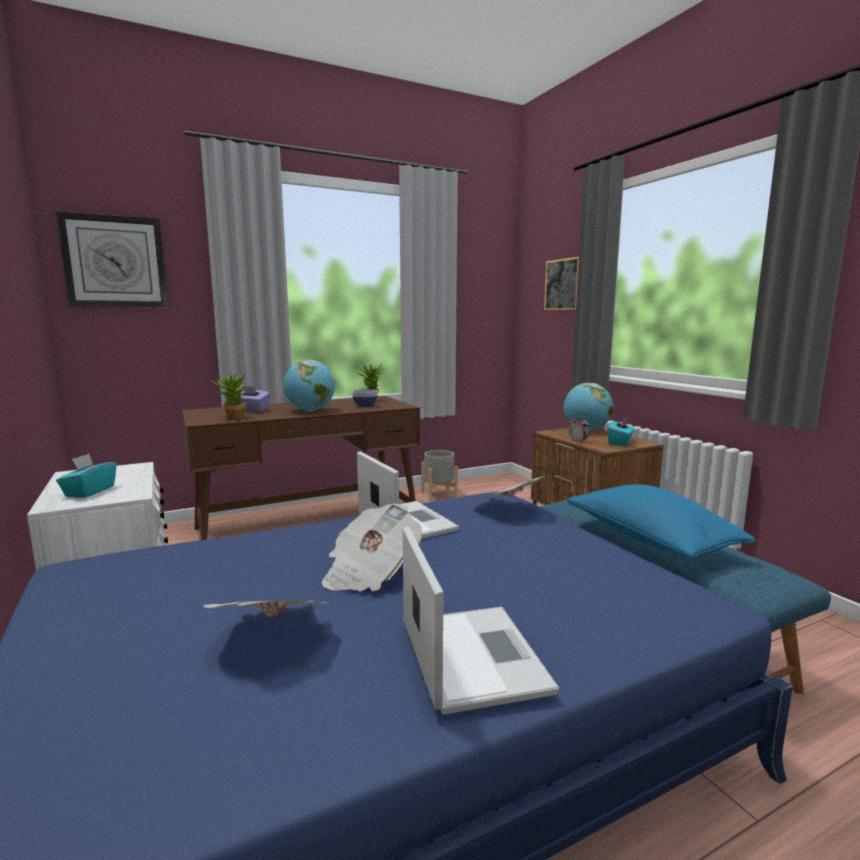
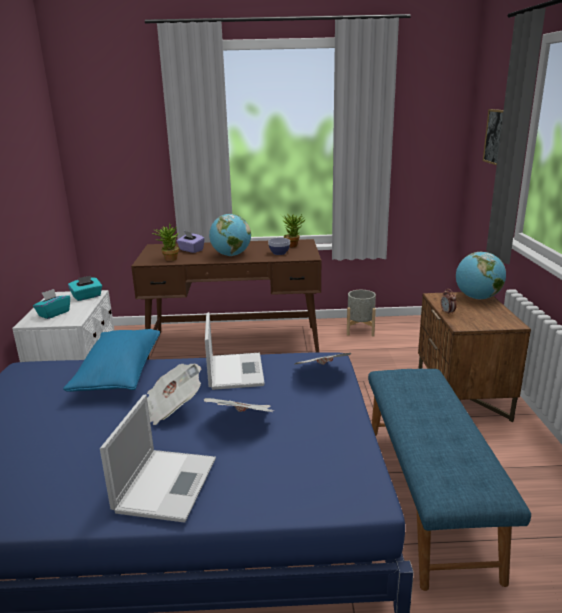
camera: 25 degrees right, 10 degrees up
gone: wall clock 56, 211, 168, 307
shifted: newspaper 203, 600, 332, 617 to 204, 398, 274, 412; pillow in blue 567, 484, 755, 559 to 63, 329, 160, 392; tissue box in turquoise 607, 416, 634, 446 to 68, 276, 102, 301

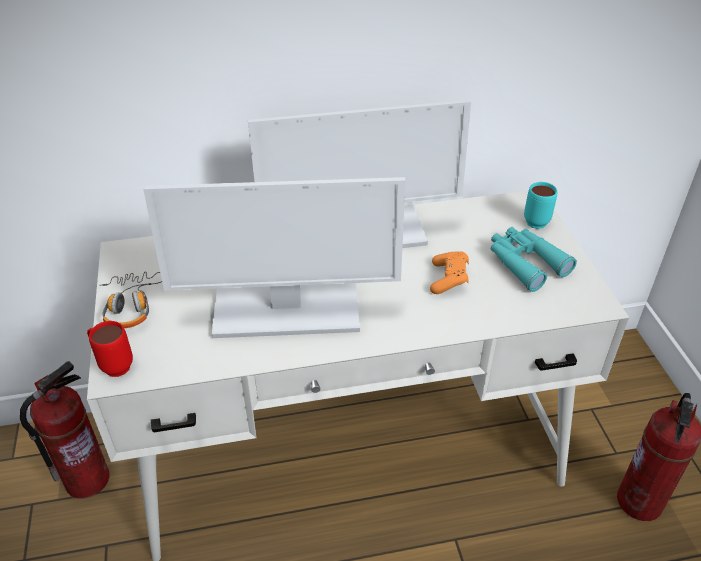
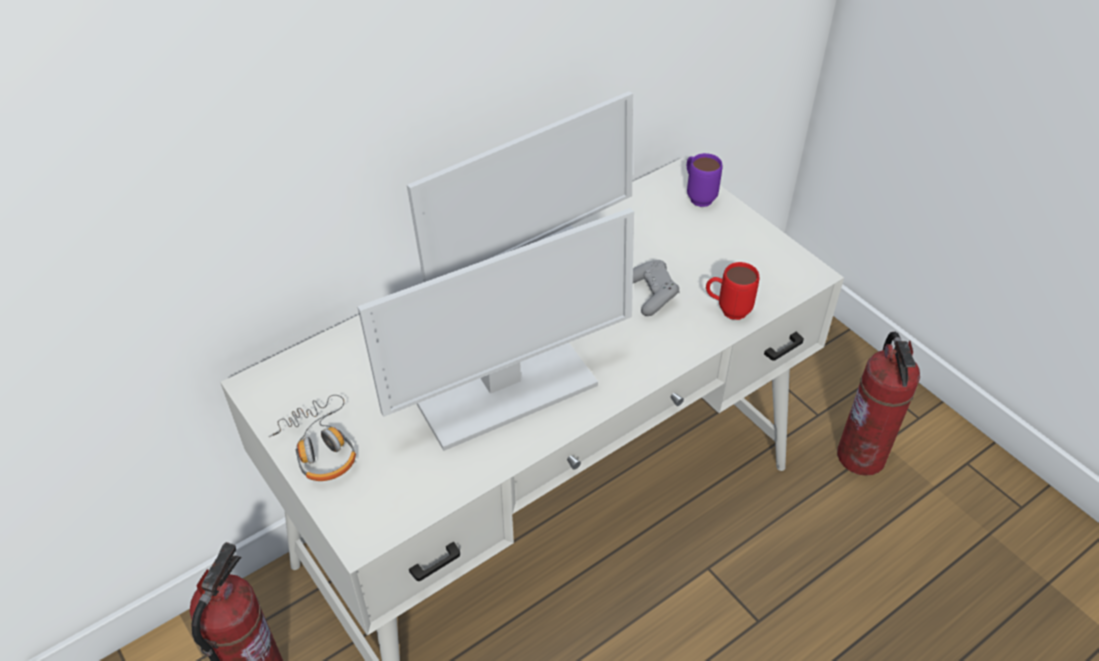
camera: 25 degrees left, 5 degrees up
gone: binoculars in turquoise 491, 227, 577, 292
shifted: mug in red 87, 321, 133, 377 to 706, 262, 759, 320
repainted: game controller in orange 430, 251, 469, 294 to game controller in grey 633, 260, 679, 316; mug in turquoise 524, 182, 557, 229 to mug in purple 687, 153, 722, 207

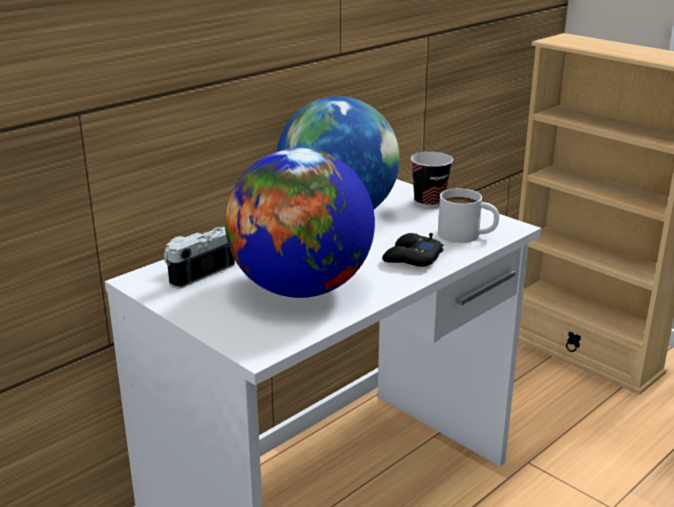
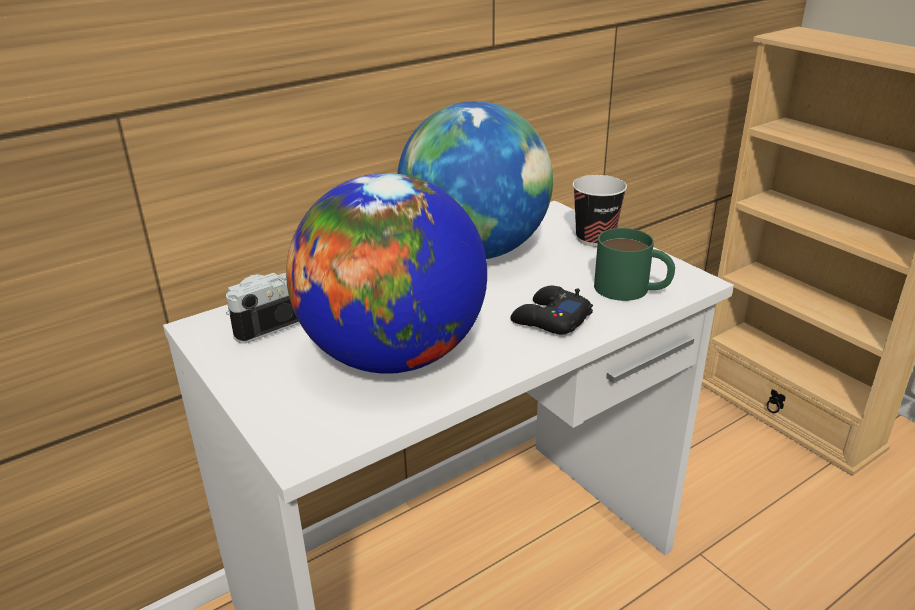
camera: 10 degrees right, 5 degrees up
repainted: mug in white 438, 189, 499, 243 to mug in green 594, 228, 675, 301

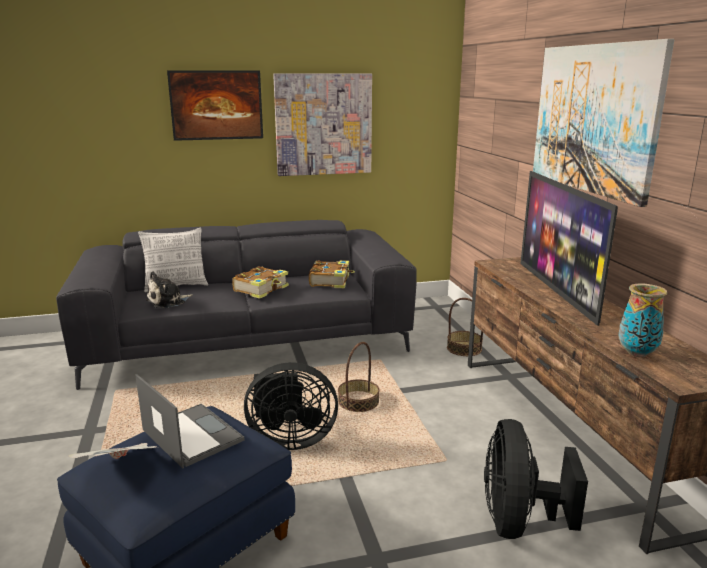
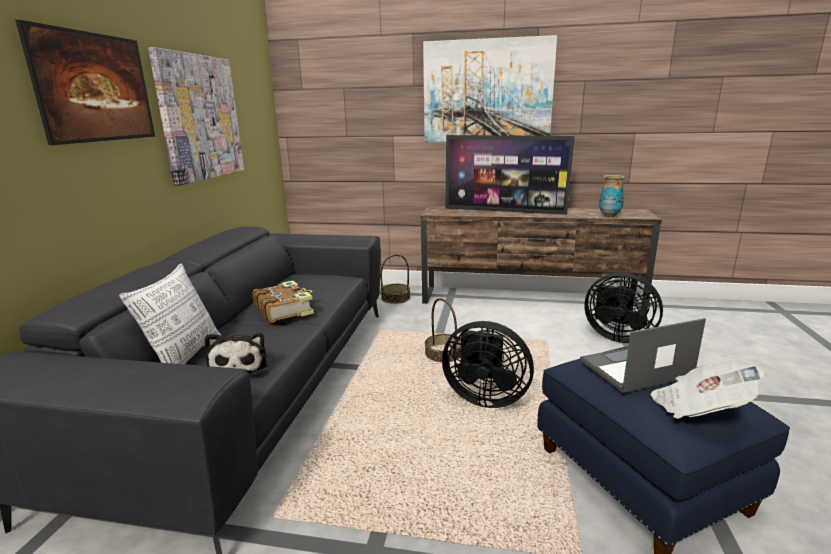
camera: 65 degrees left, 0 degrees up
gone: book 309, 261, 355, 288
rotated: fan in black 244, 362, 338, 450 = 442, 321, 534, 408 90 degrees clockwise

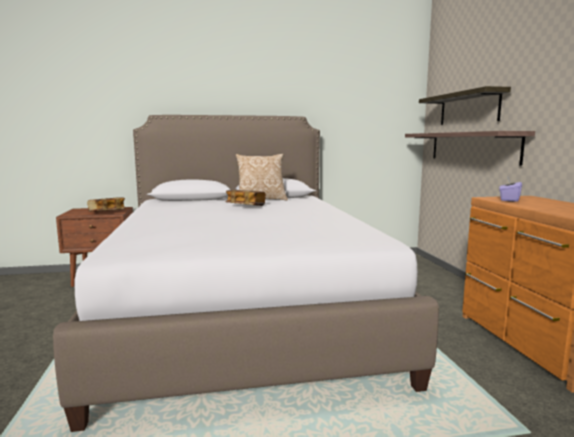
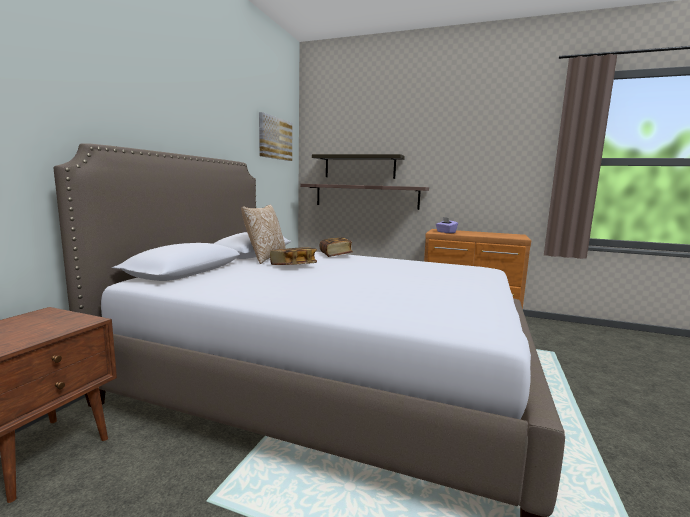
camera: 60 degrees left, 0 degrees up
new: picture 259, 112, 292, 161
shifted: book 87, 197, 126, 212 to 320, 237, 353, 257

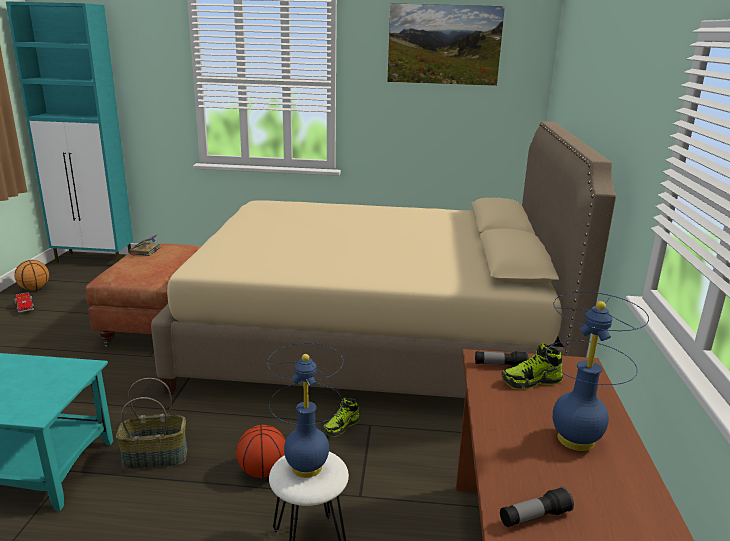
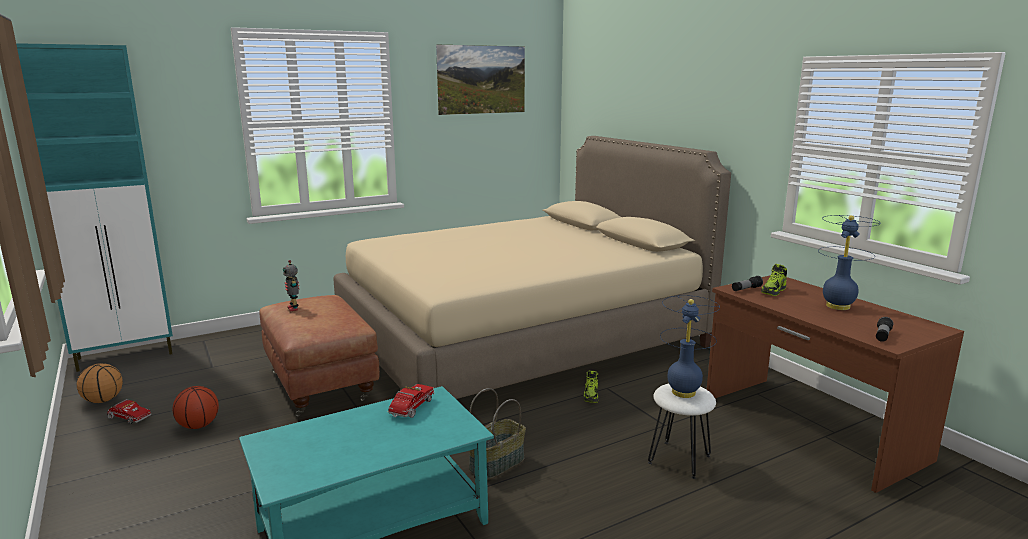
camera: 35 degrees left, 5 degrees down
new: toy truck 388, 384, 434, 418
shifted: basketball 236, 425, 286, 478 to 173, 386, 219, 429
swapped: book 129, 234, 161, 256 to toy robot 283, 260, 299, 311

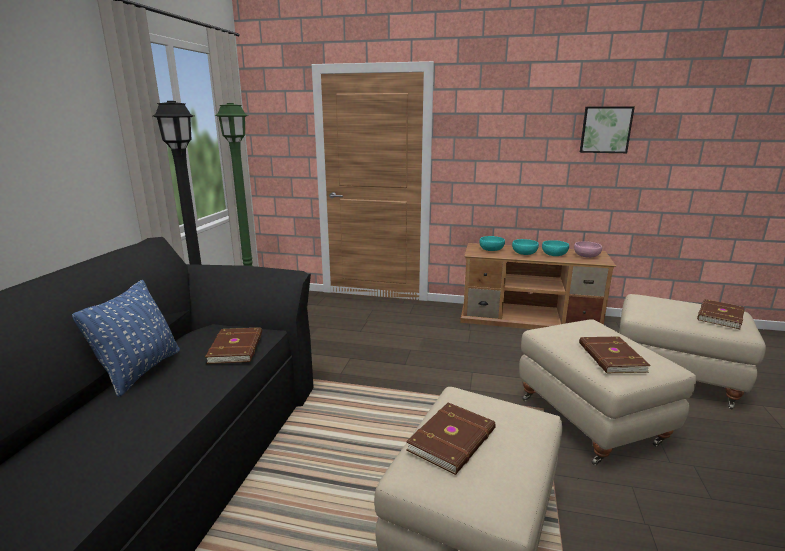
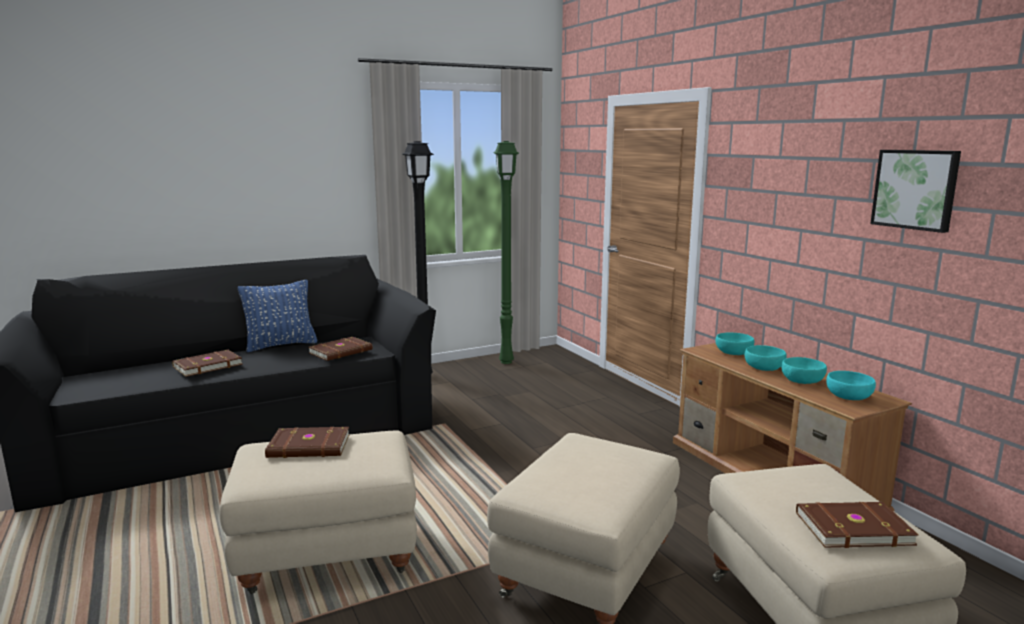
camera: 50 degrees right, 5 degrees down
shifted: book in brown 579, 336, 651, 373 to 172, 350, 242, 377
repainted: bowl in pink 574, 241, 602, 258 to bowl in turquoise 826, 371, 876, 400

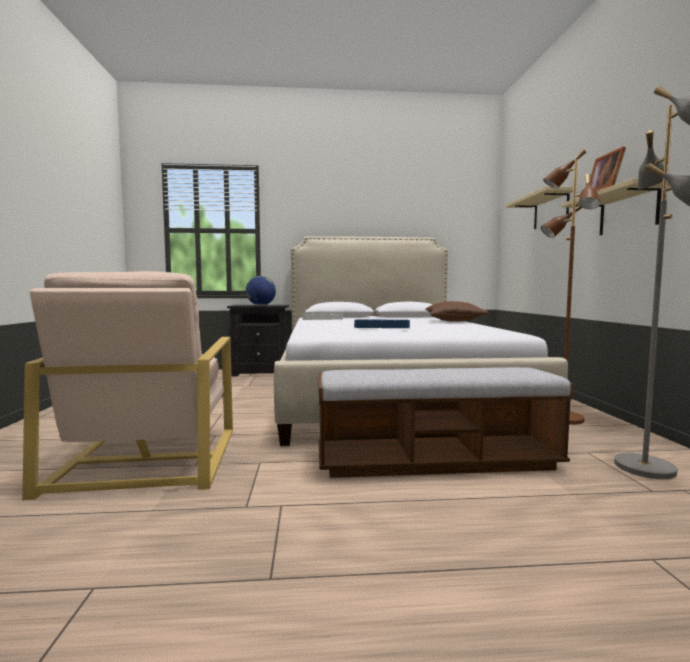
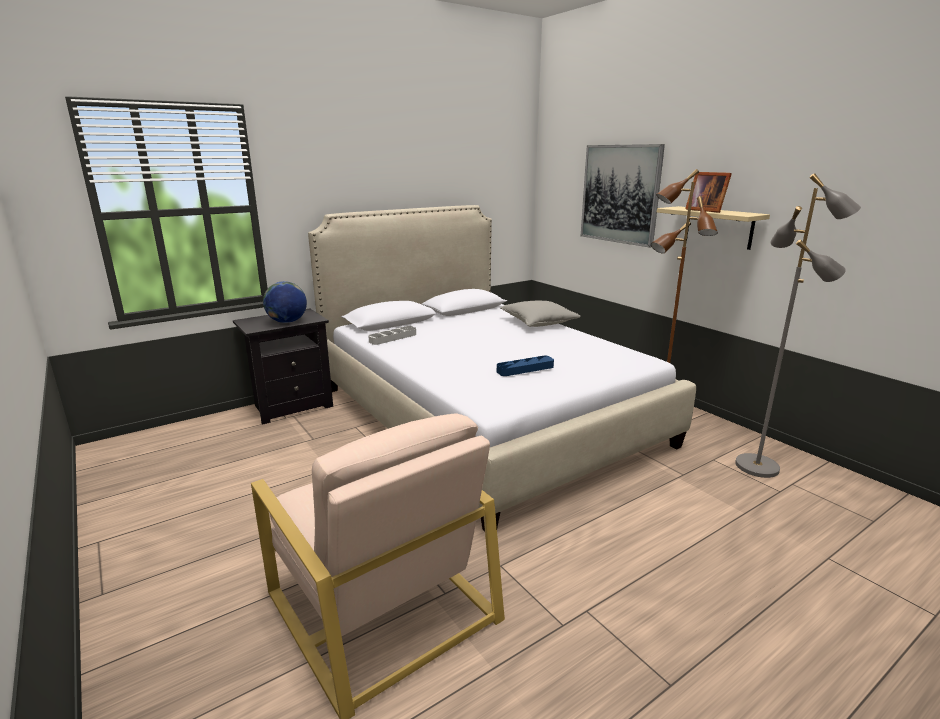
camera: 30 degrees left, 15 degrees up
gone: bench 318, 367, 574, 478
swapped: shelf in beige 506, 186, 573, 229 to picture 581, 144, 665, 248
repainted: pillow in brown 426, 301, 489, 322 to pillow in grey 500, 301, 581, 327

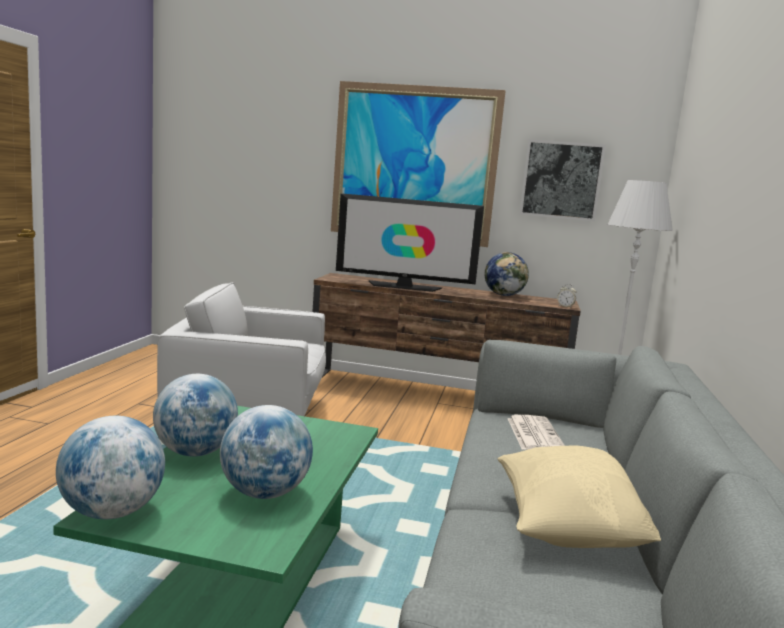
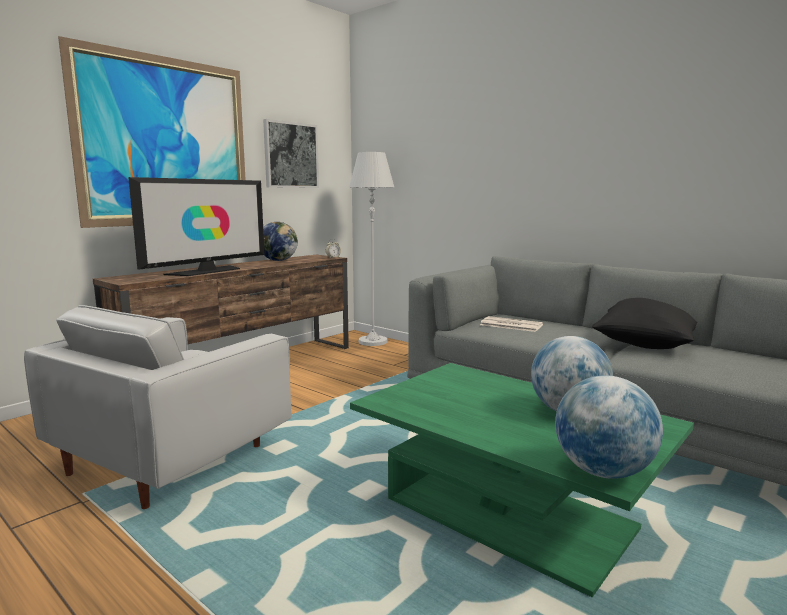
camera: 60 degrees left, 0 degrees up
gone: globe 153, 374, 238, 457
repainted: pillow in beige 497, 445, 661, 548 to pillow in black 592, 298, 697, 349

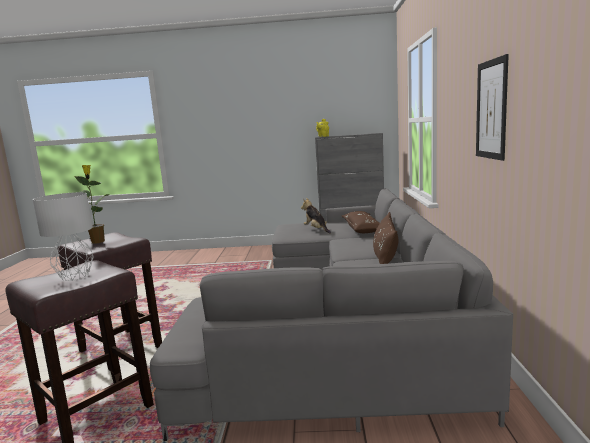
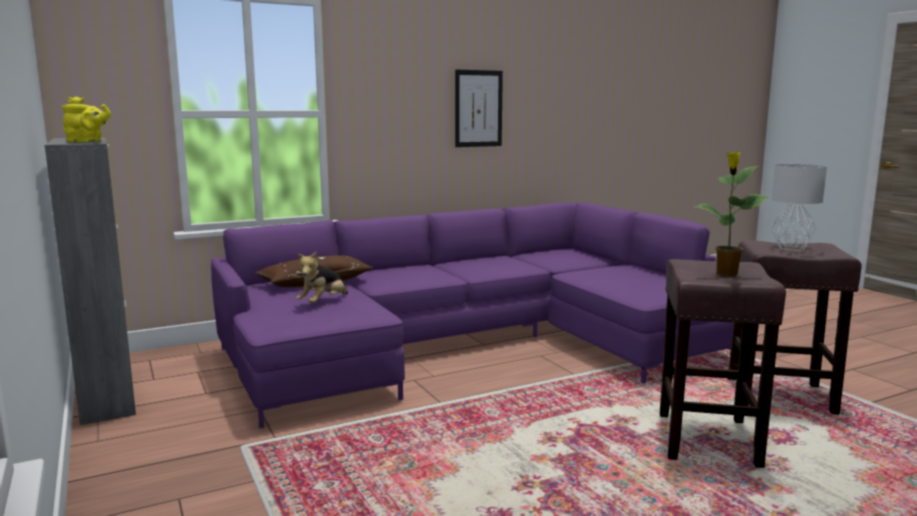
camera: 120 degrees left, 0 degrees up
gone: pillow in brown 373, 212, 398, 264
repainted: sofa in grey 150, 188, 513, 441 to sofa in purple 211, 202, 733, 428

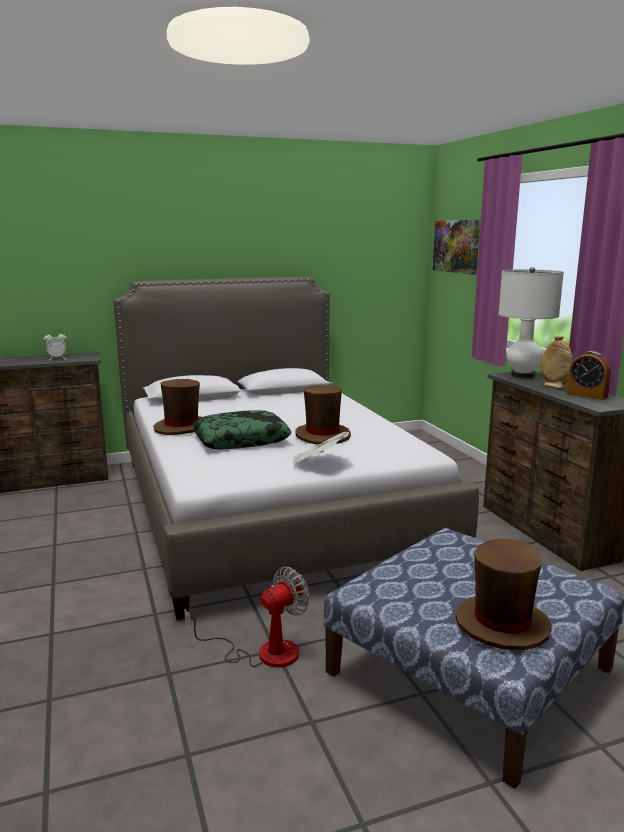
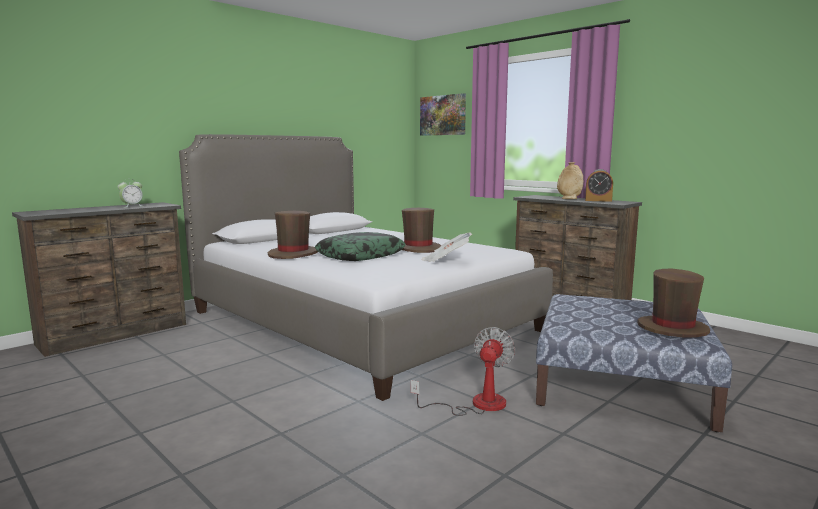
camera: 25 degrees left, 5 degrees down
gone: table lamp in white 498, 267, 564, 378

